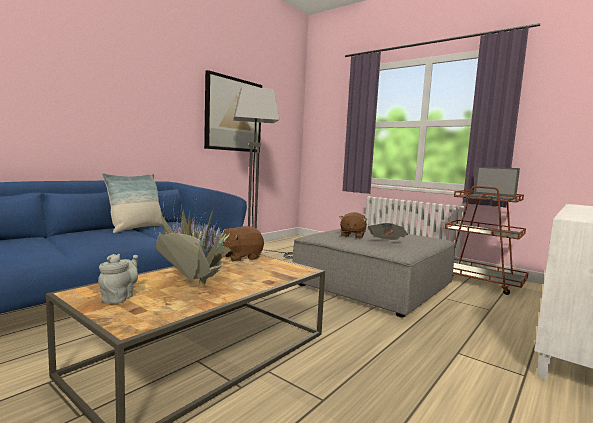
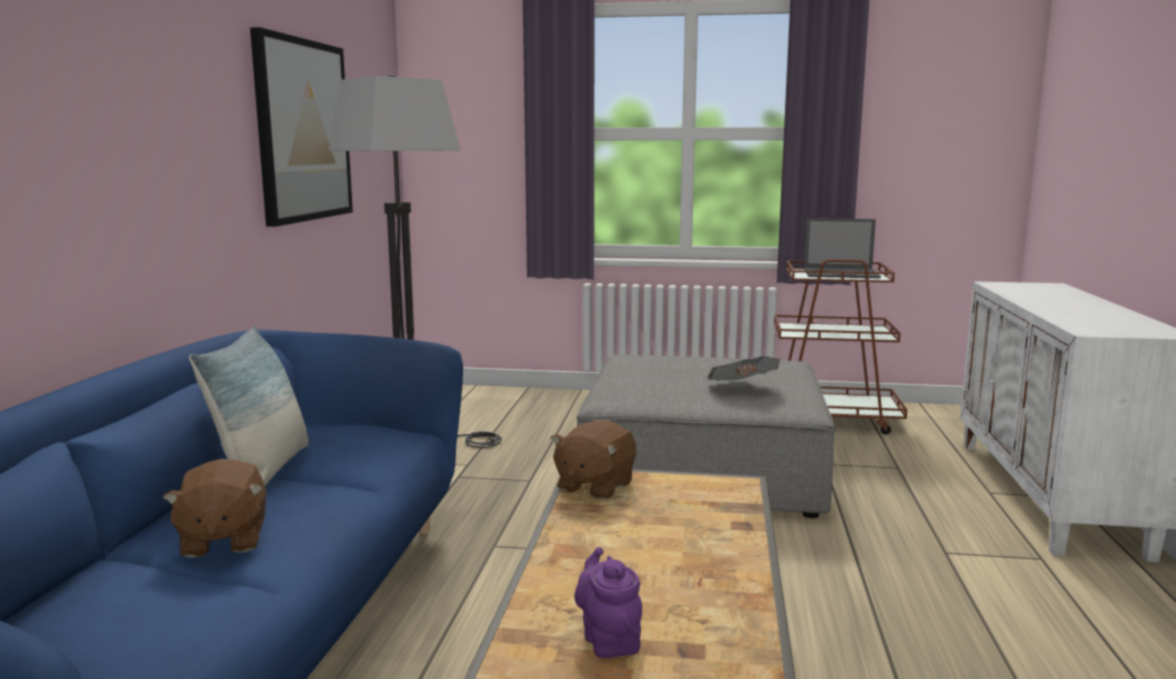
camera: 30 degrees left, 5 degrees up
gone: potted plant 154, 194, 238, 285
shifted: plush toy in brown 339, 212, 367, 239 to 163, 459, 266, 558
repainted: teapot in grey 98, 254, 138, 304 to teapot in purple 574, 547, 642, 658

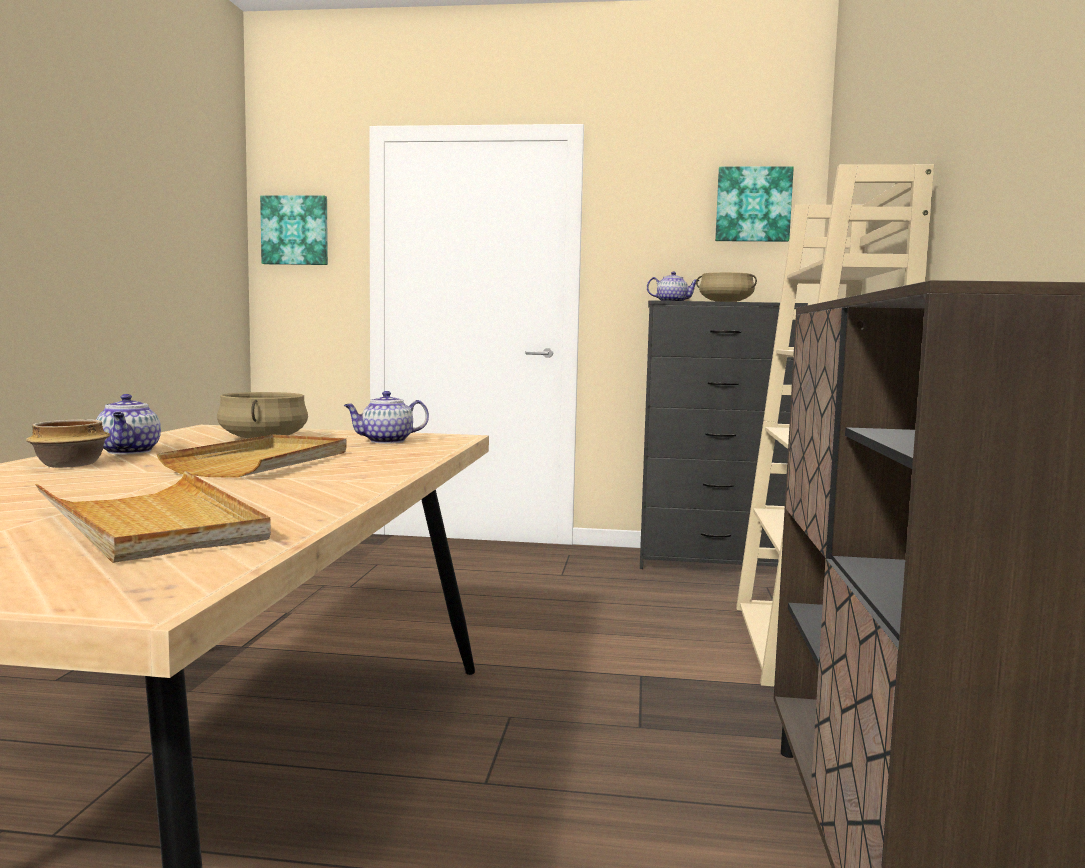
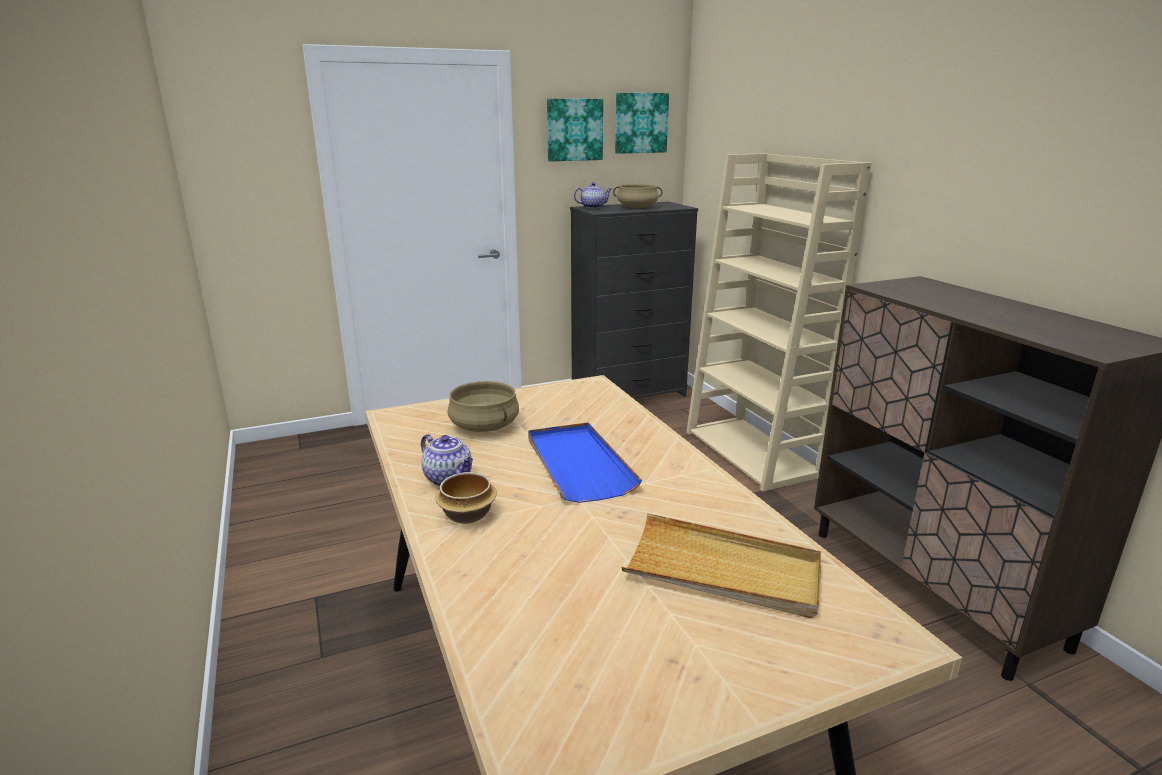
camera: 30 degrees left, 15 degrees up
gone: teapot 344, 391, 429, 444
shifted: picture 260, 195, 328, 265 to 547, 99, 603, 161
repainted: tray in beige 157, 434, 347, 478 to tray in blue 528, 422, 642, 503

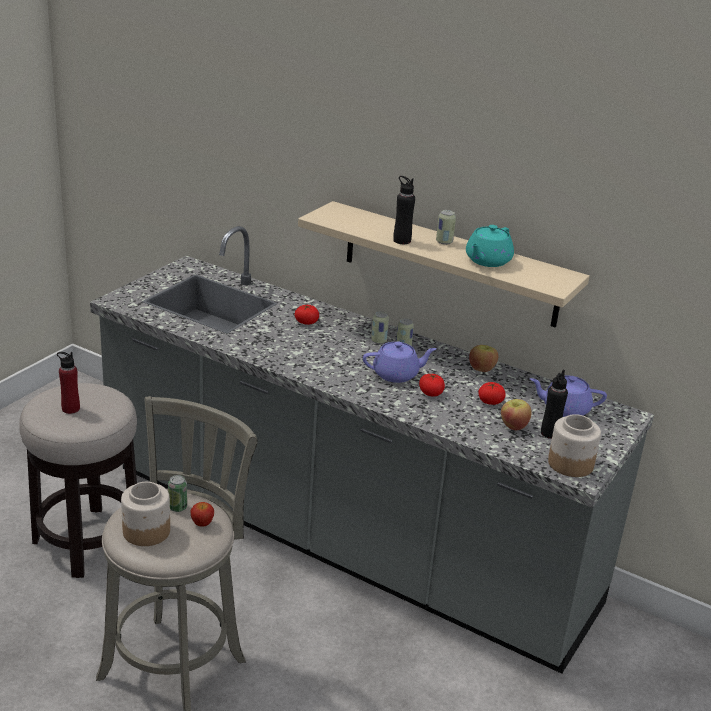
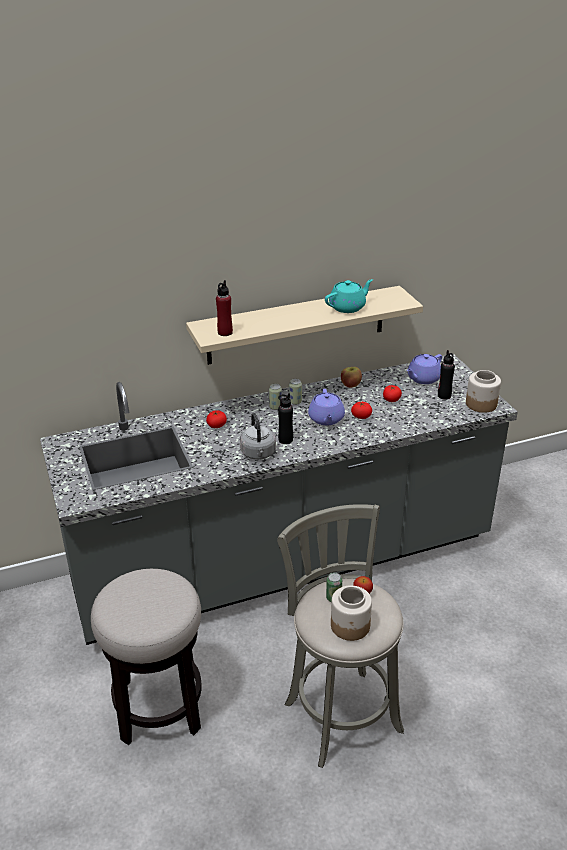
camera: 50 degrees left, 5 degrees up
gone: can 436, 210, 456, 245; apple 501, 399, 532, 430
new: kettle in grey 240, 413, 276, 460
shifted: bottle in red 57, 352, 80, 414 to 216, 280, 233, 336; bottle in black 393, 176, 415, 244 to 278, 393, 293, 444
rotated: teapot in purple 363, 342, 437, 383 = 308, 389, 345, 425 150 degrees clockwise; teapot in turquoise 466, 225, 514, 267 = 325, 279, 373, 313 105 degrees counterclockwise

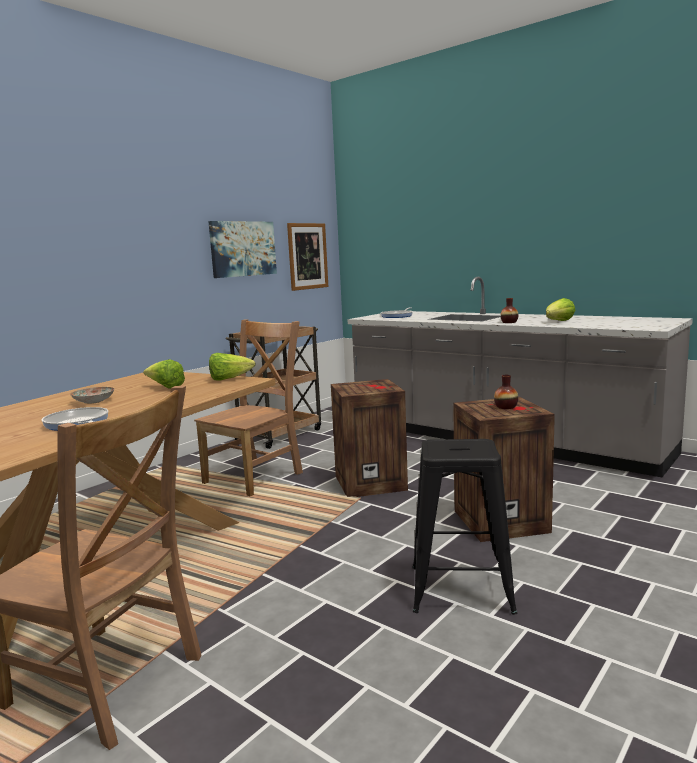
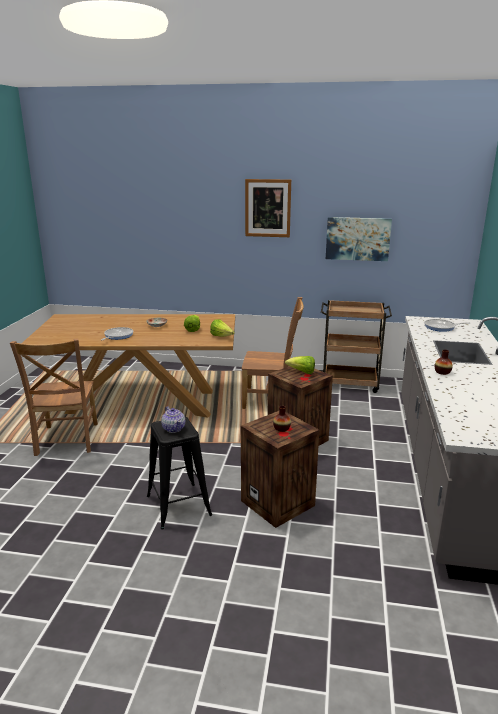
camera: 60 degrees right, 10 degrees up
new: teapot 161, 406, 185, 433
shifted: picture 287, 223, 328, 291 to 245, 179, 291, 237; lettuce 546, 298, 575, 321 to 285, 356, 315, 374

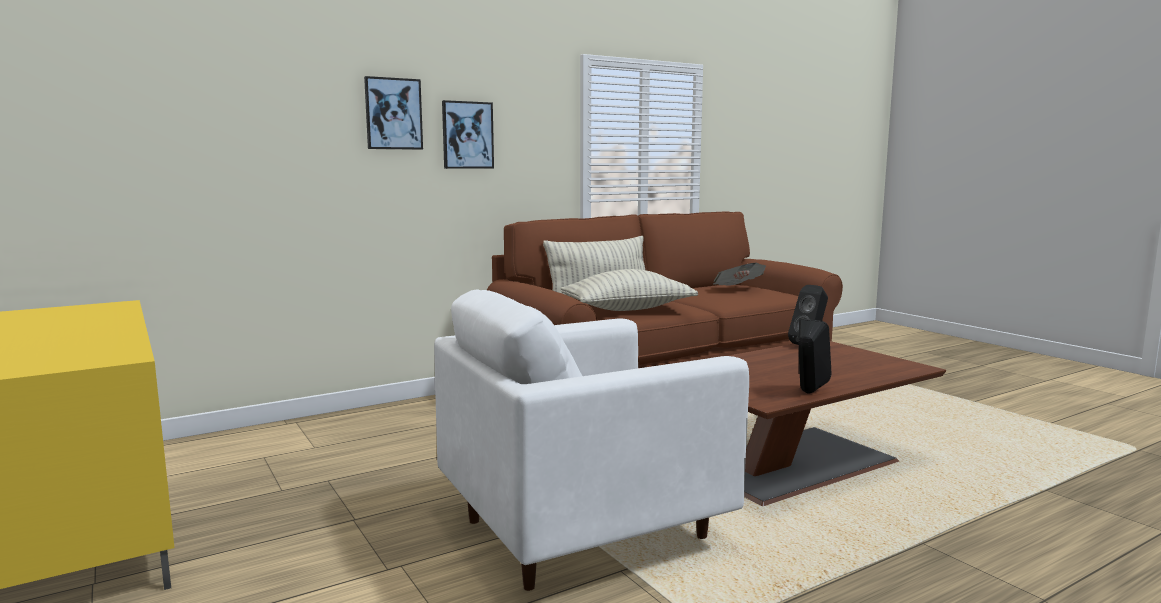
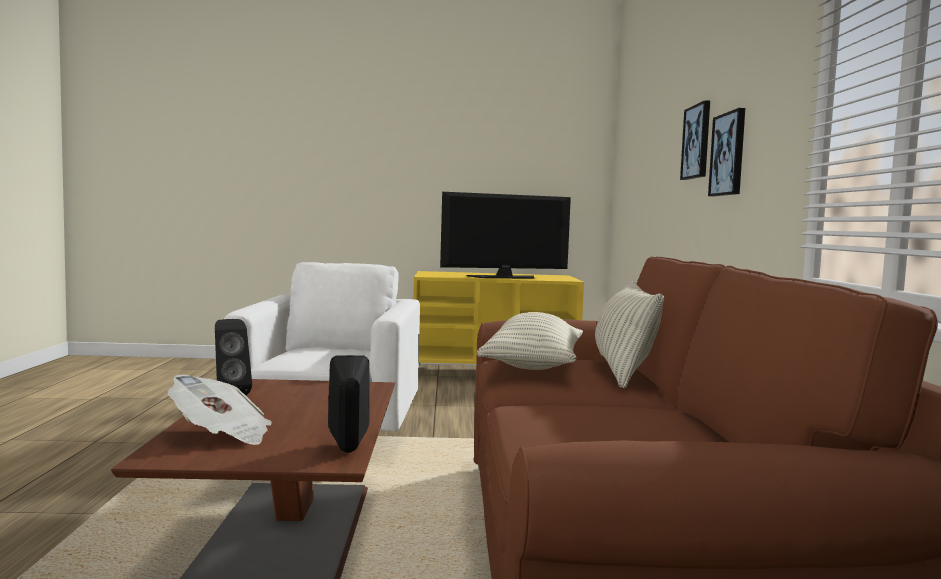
camera: 120 degrees right, 5 degrees down
new: television 440, 192, 571, 279
shifted: newspaper 713, 263, 766, 286 to 168, 374, 272, 445

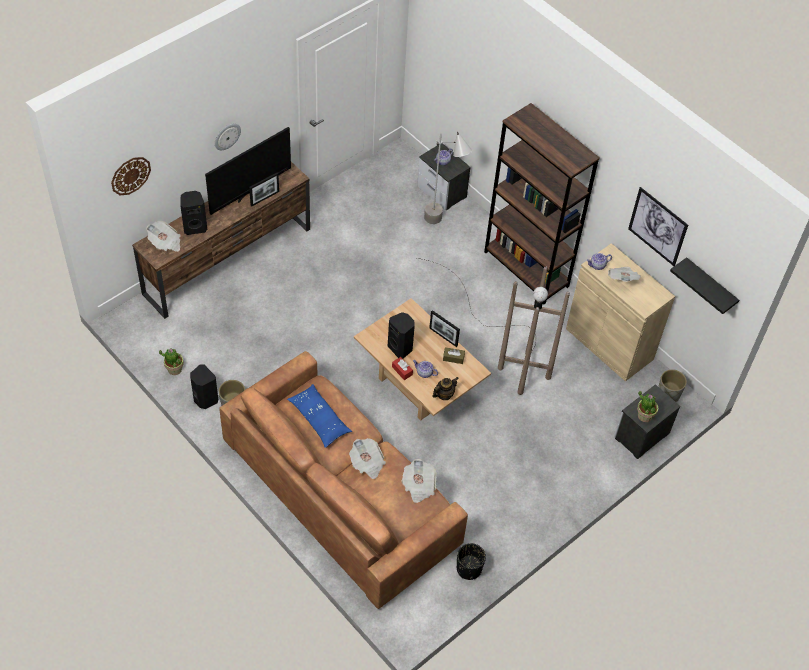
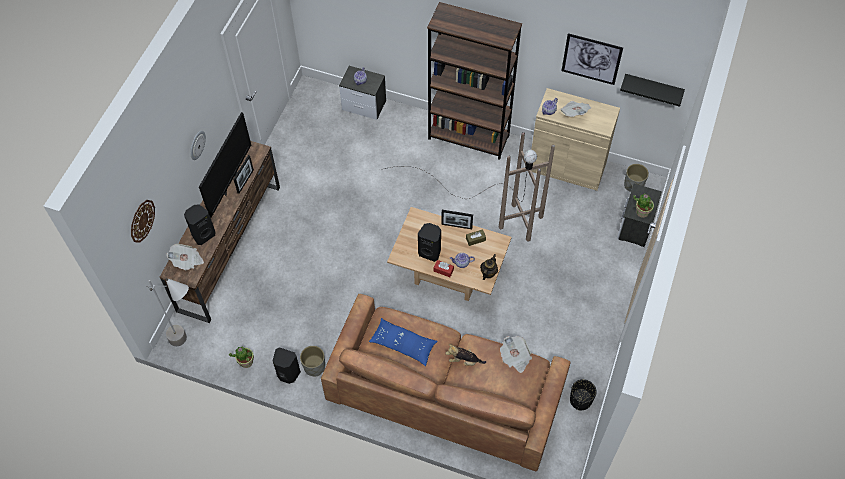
camera: 25 degrees left, 5 degrees up
shifted: floor lamp in grey 424, 132, 472, 224 to 147, 278, 189, 346
swapped: newspaper 349, 438, 386, 479 to plush toy 445, 344, 486, 366

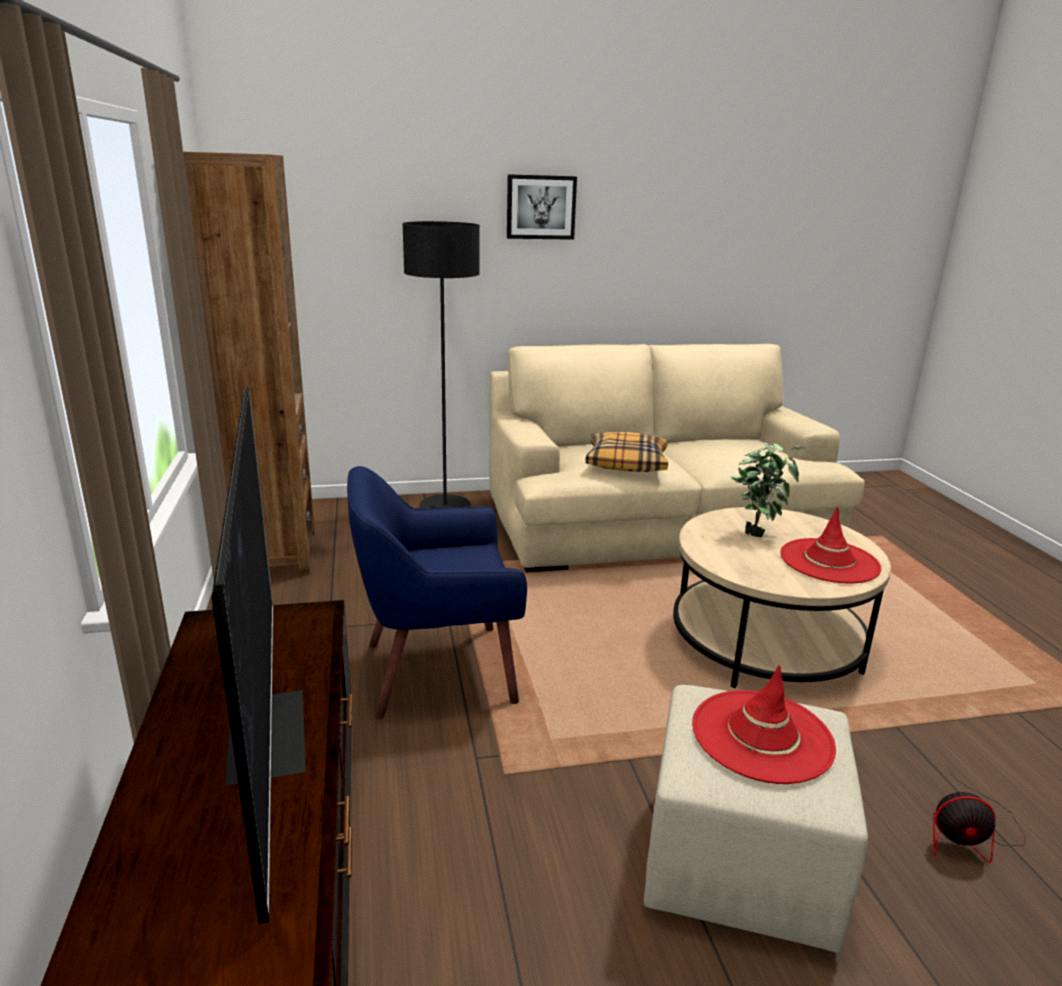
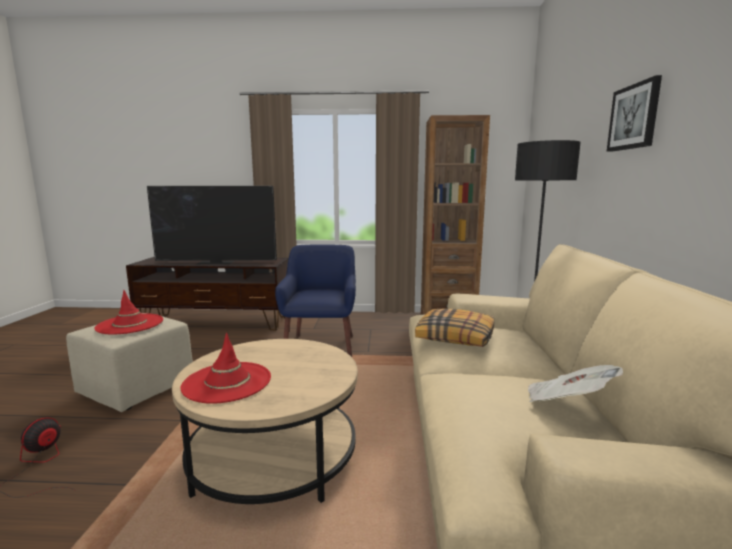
camera: 105 degrees right, 10 degrees down
gone: potted plant 730, 442, 806, 537
new: newspaper 528, 365, 623, 402

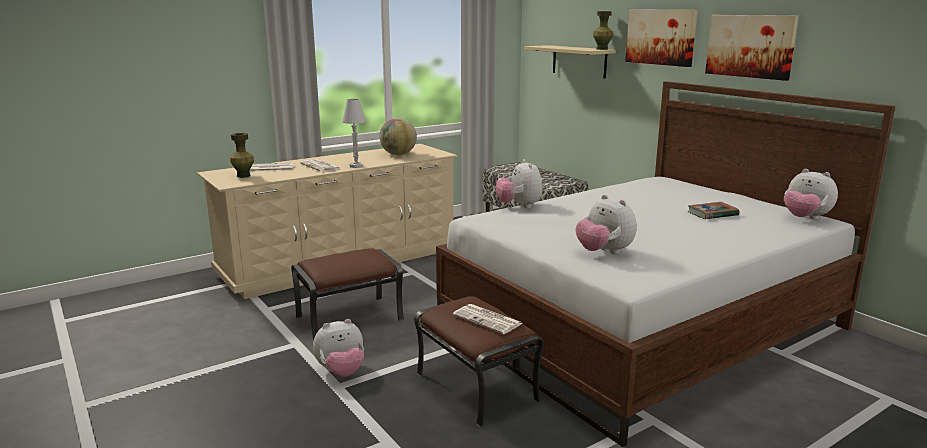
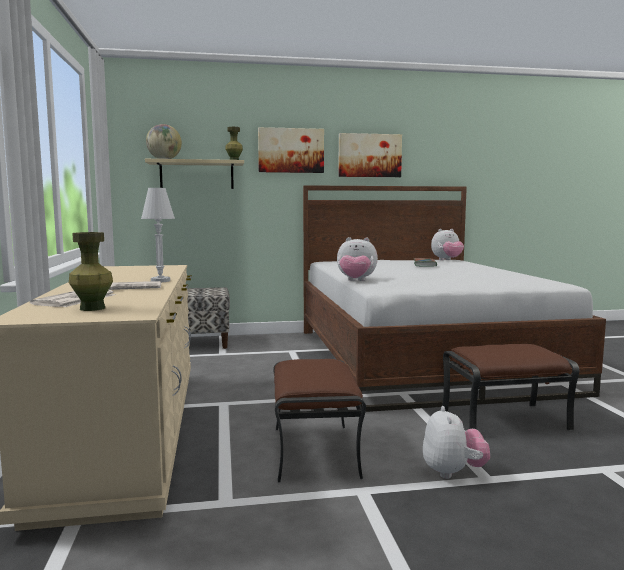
camera: 65 degrees left, 10 degrees down
gone: newspaper 452, 304, 523, 334; plush toy 576, 195, 637, 254
shifted: globe 379, 118, 417, 155 to 146, 124, 182, 159

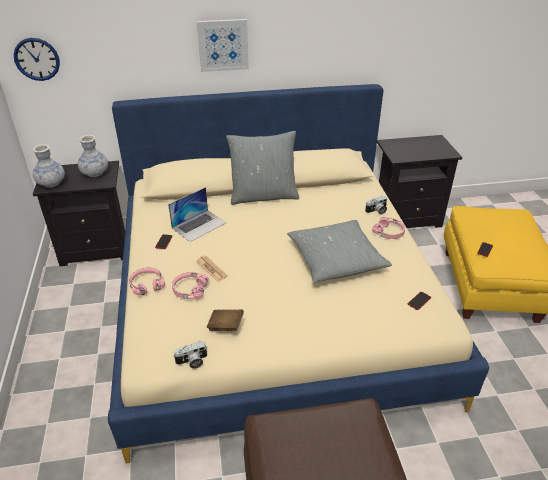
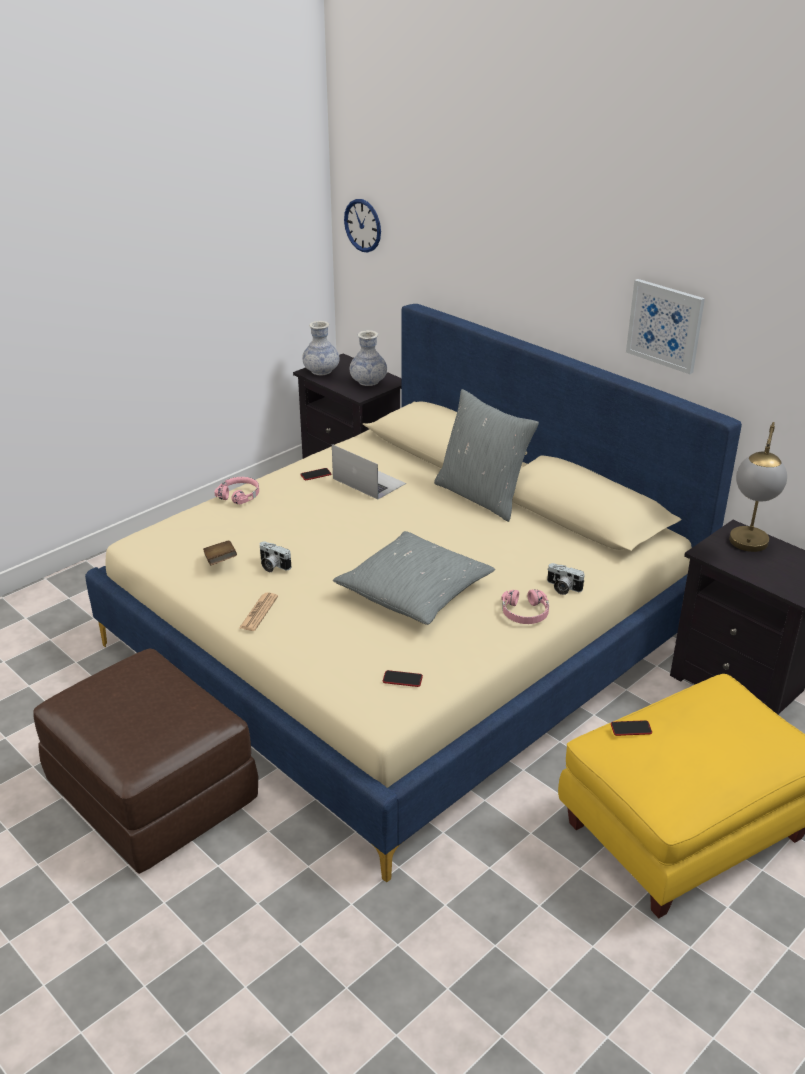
camera: 55 degrees right, 5 degrees down
gone: headphones in pink 172, 272, 209, 299
new: table lamp 729, 422, 787, 552
shifted: photo camera 173, 341, 207, 369 to 260, 542, 292, 572; newspaper 196, 255, 228, 282 to 239, 593, 278, 631; picture 197, 19, 249, 72 to 626, 279, 705, 374
rotated: laptop 168, 187, 226, 242 = 332, 444, 406, 499 150 degrees counterclockwise

